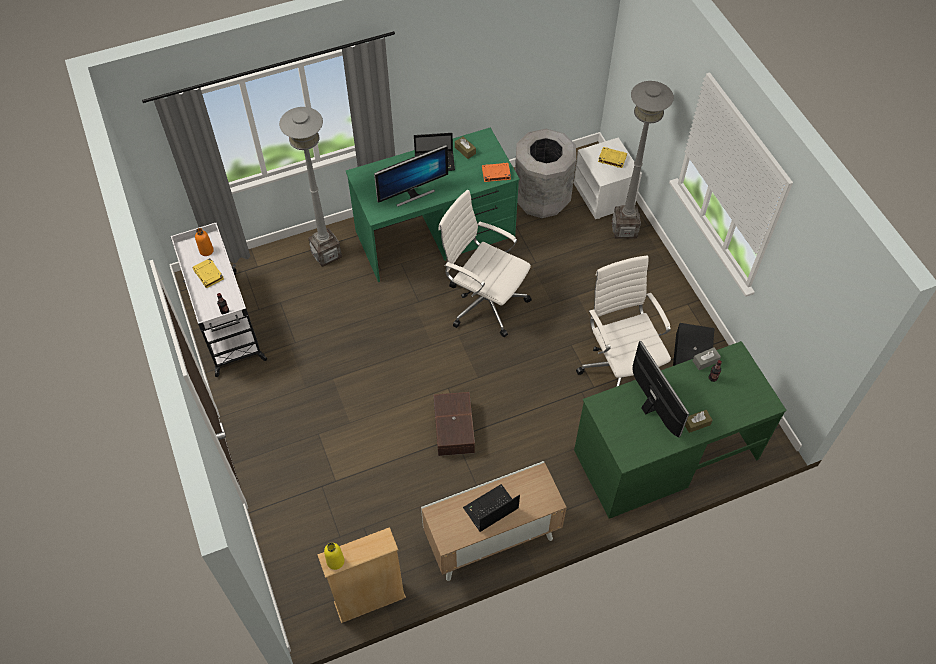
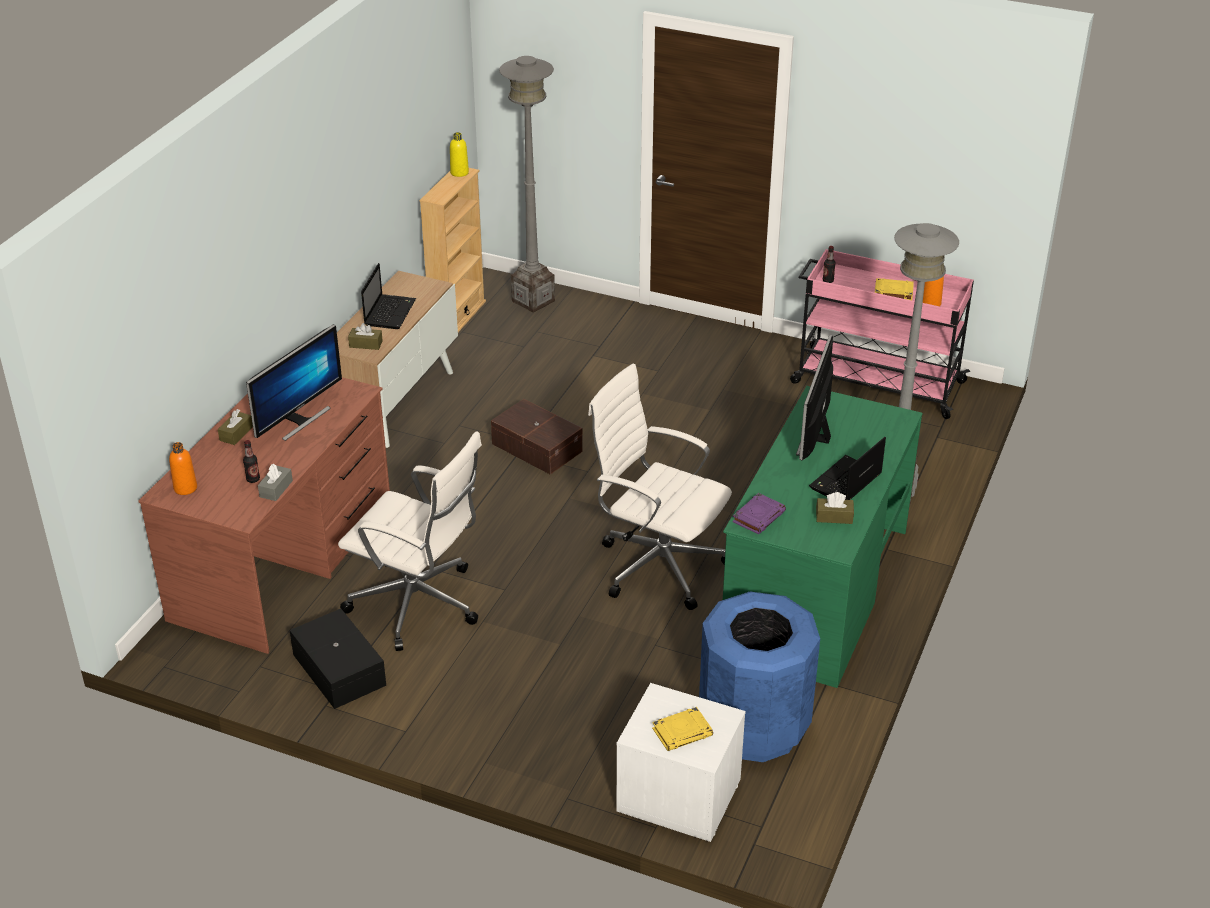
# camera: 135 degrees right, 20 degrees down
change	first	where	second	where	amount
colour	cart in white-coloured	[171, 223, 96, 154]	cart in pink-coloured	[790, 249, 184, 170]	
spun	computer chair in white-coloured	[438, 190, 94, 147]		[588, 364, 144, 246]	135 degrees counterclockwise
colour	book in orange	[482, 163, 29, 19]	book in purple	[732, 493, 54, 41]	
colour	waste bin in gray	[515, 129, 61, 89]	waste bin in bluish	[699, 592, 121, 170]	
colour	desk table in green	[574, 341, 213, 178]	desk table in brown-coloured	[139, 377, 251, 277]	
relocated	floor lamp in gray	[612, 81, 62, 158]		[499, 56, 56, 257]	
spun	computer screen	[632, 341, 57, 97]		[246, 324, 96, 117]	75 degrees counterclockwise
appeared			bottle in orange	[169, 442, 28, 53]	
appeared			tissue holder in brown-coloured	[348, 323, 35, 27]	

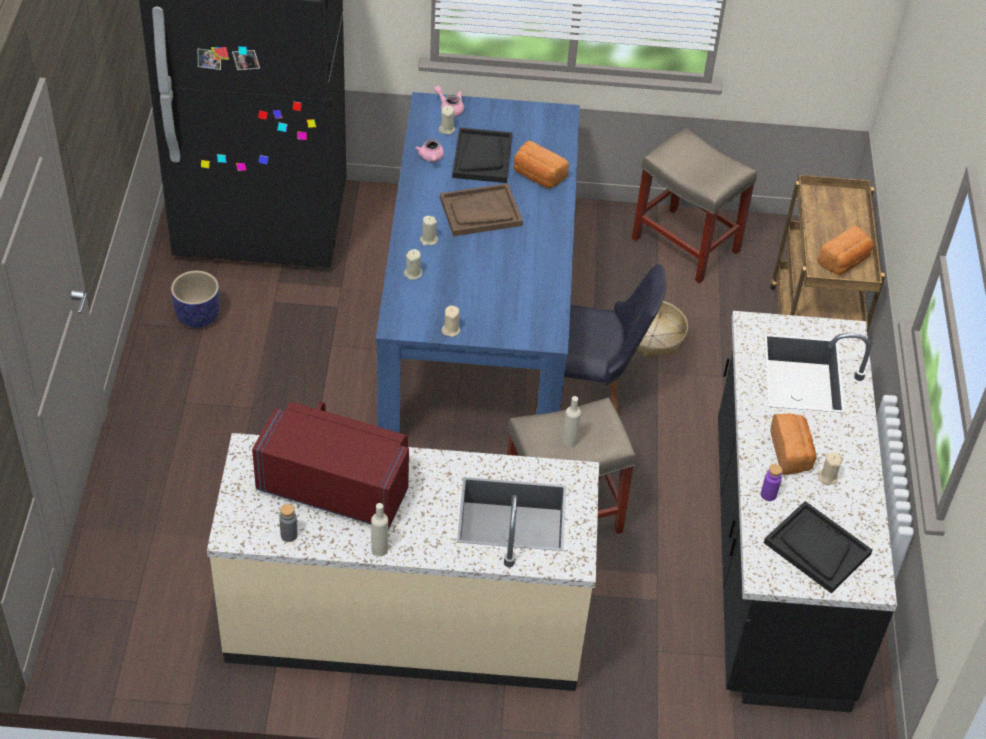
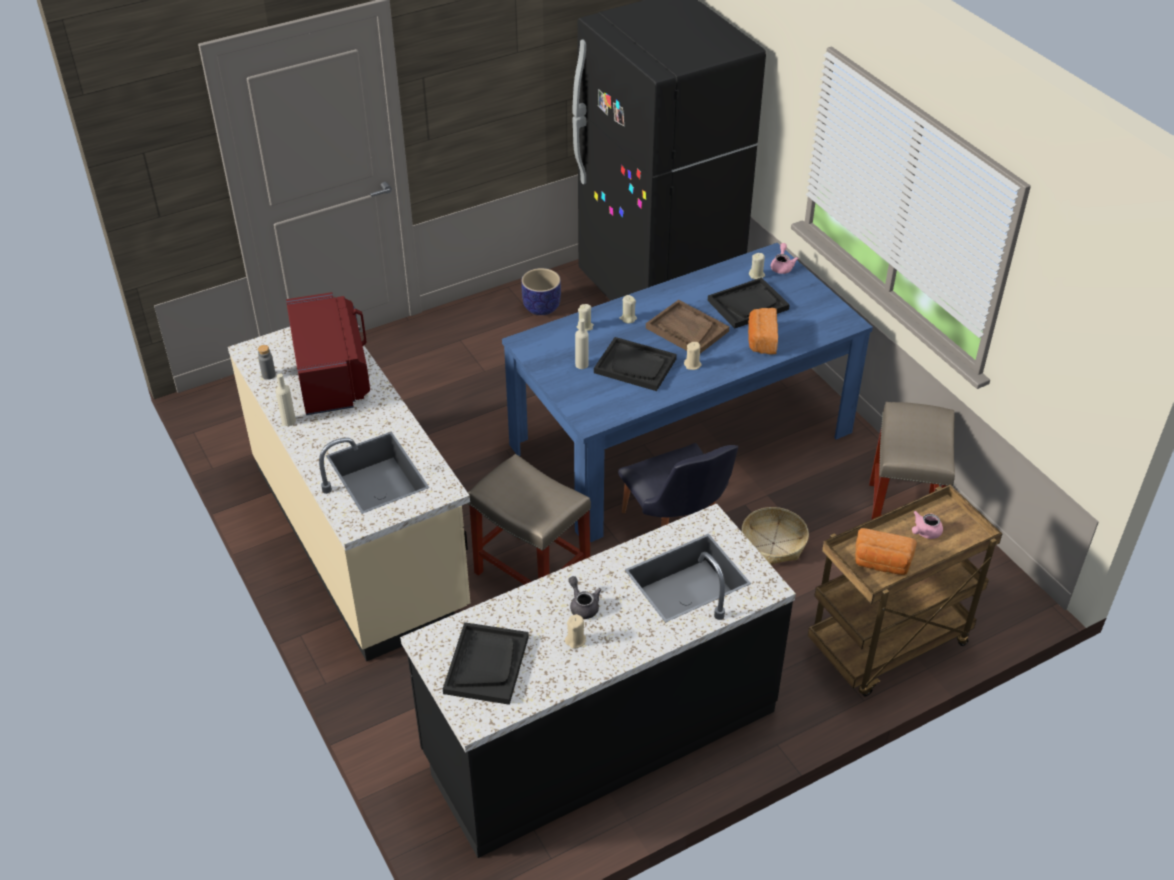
# camera: 60 degrees right, 5 degrees down
change	first	where	second	where	amount
relocated	pot for tea in pink-coloured	[415, 139, 29, 23]		[912, 511, 31, 28]	
relocated	candle in sand-coloured	[442, 306, 18, 31]		[684, 342, 18, 28]	
relocated	bottle in sand-coloured	[562, 396, 19, 51]		[575, 318, 13, 51]	
missing	bottle in purple	[761, 464, 21, 37]			
exchanged	baked bread	[770, 413, 47, 62]	pot for tea in gray	[569, 576, 32, 43]	
appeared			serving tray in blackish	[594, 337, 83, 54]	

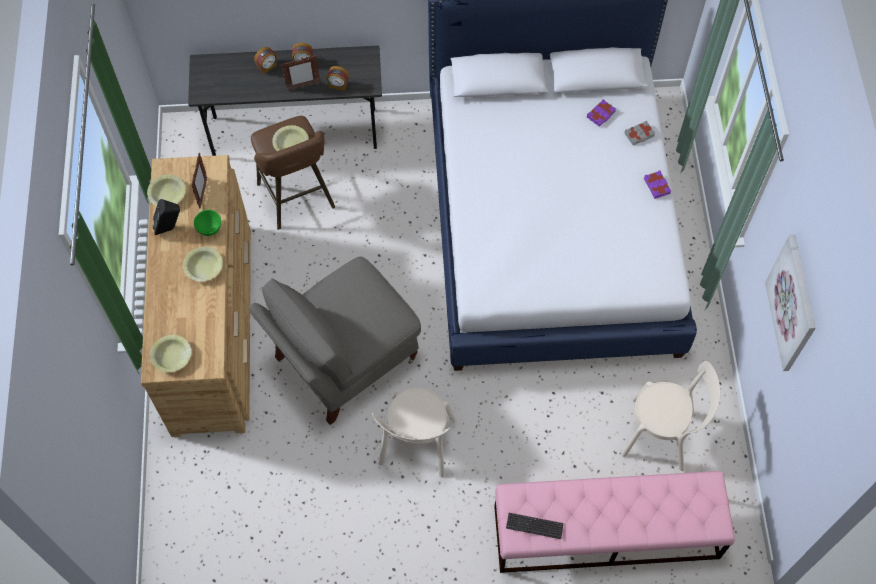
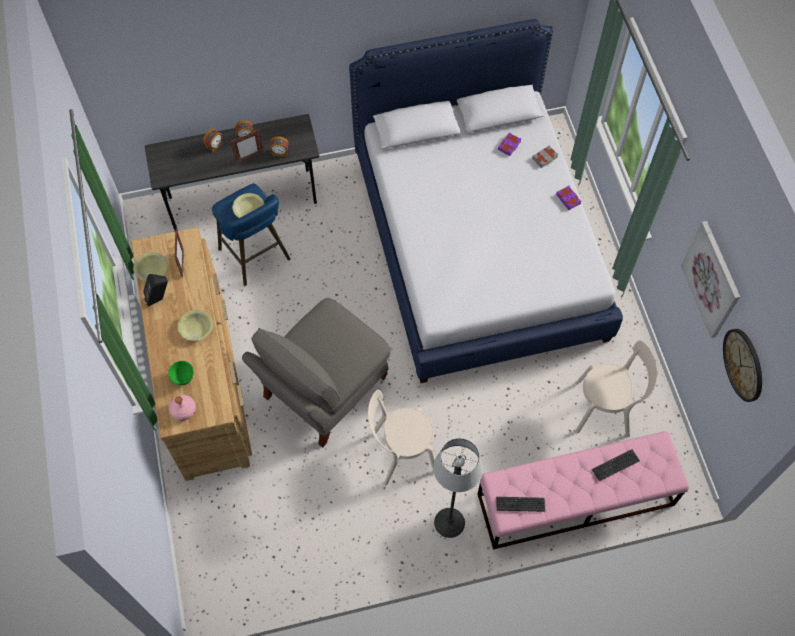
# camera: 10 degrees left, 0 degrees up
change	first	where	second	where	amount
exchanged	deep dish in yellowish	[150, 335, 41, 37]	bottle in pink-coloured	[169, 395, 27, 26]	
relocated	deep dish in green	[194, 210, 27, 26]		[168, 361, 26, 24]	
colour	stool seat in brown-coloured	[251, 116, 84, 113]	stool seat in bluish	[212, 184, 78, 102]	
spun	chair in sand-coloured	[372, 388, 83, 90]		[368, 390, 67, 95]	75 degrees clockwise
appeared			floor lamp	[433, 438, 50, 100]	
appeared			keyboard	[592, 449, 48, 32]	
appeared			clock on the wall	[723, 329, 39, 73]	

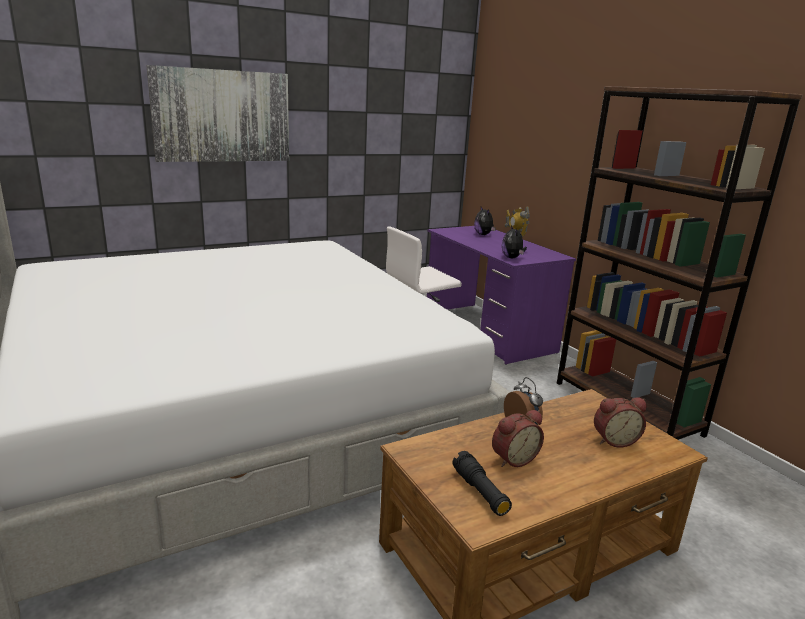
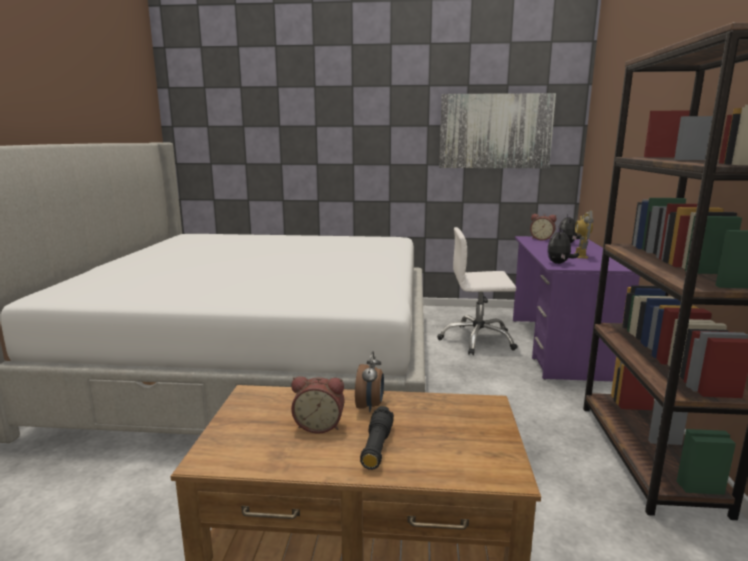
# camera: 35 degrees right, 5 degrees down
change	first	where	second	where	amount
relocated	picture	[146, 65, 143, 97]		[439, 93, 117, 75]	
relocated	hand torch in blackish	[452, 451, 60, 65]		[360, 406, 34, 64]	
relocated	bedside clock	[594, 398, 52, 50]		[530, 214, 27, 26]	

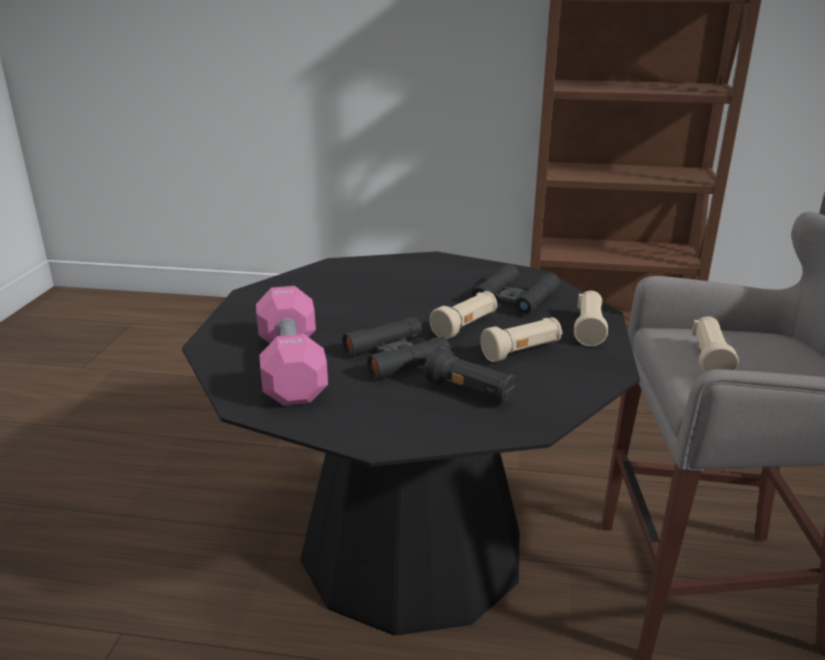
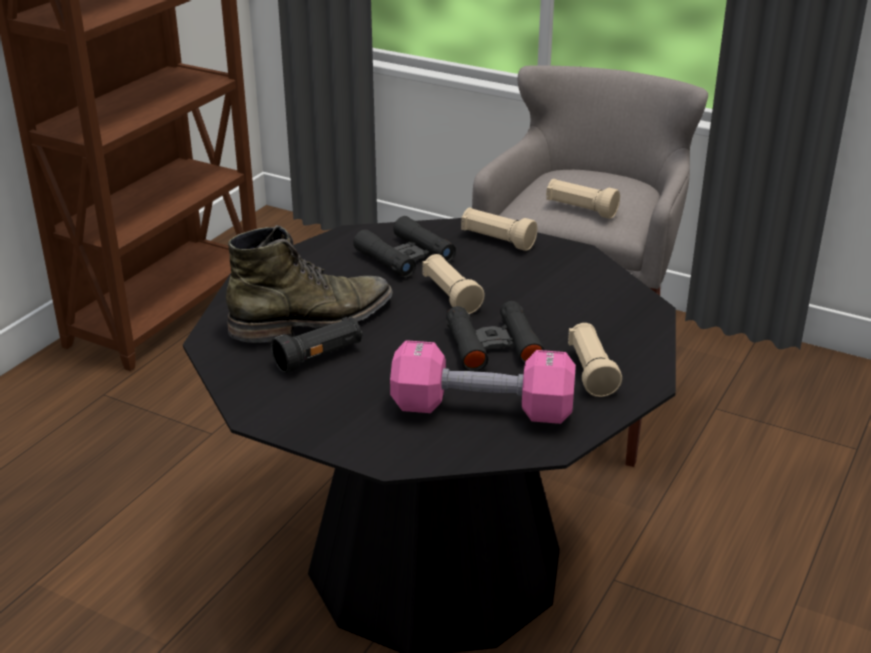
# camera: 70 degrees left, 5 degrees up
change	first	where	second	where	amount
relocated	hand torch in blackish	[425, 347, 91, 56]		[271, 317, 92, 56]	
relocated	hand torch in sand-coloured	[480, 317, 82, 45]		[568, 323, 54, 74]	
appeared			boot in green	[226, 225, 167, 118]	

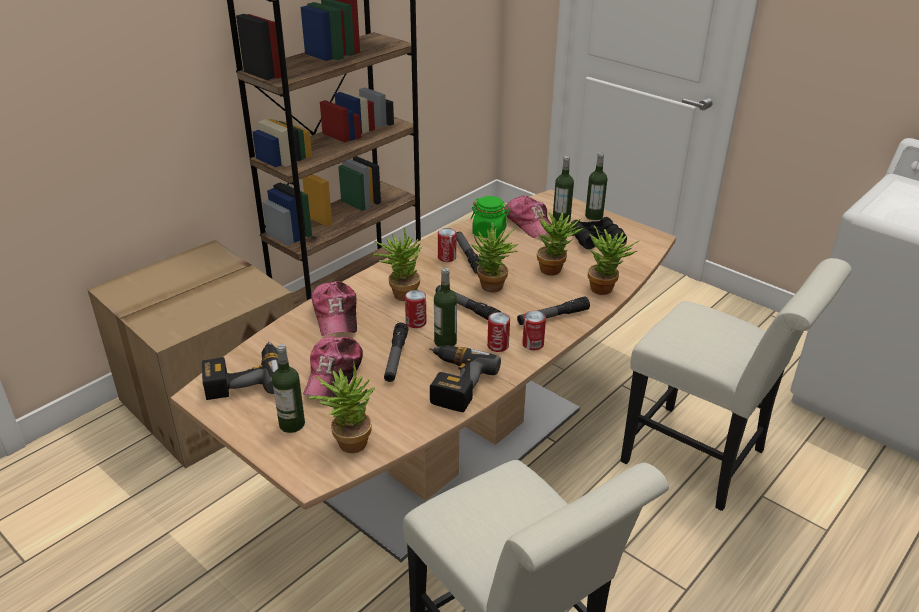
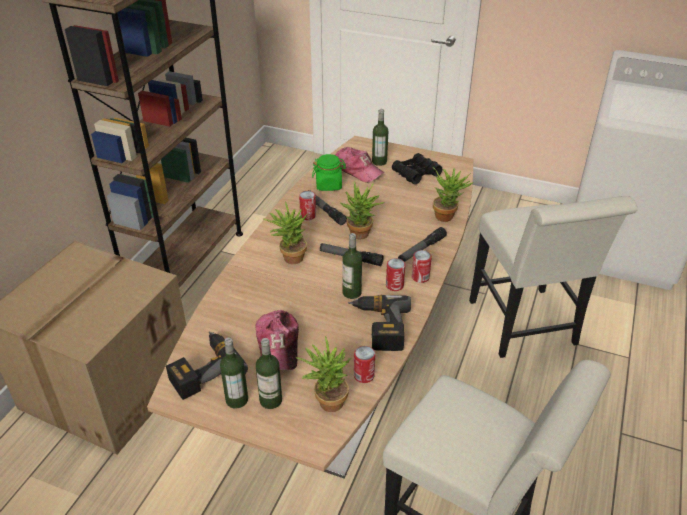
# camera: 20 degrees left, 5 degrees up
change	first	where	second	where	amount
missing	peaked cap	[311, 281, 46, 55]			
missing	hand torch	[384, 323, 24, 59]			
relocated	sealed can	[405, 290, 22, 38]		[354, 346, 21, 37]	
missing	plant in a pot	[537, 211, 47, 65]			
relocated	bottle	[585, 152, 22, 68]		[220, 337, 28, 71]	
spun	chair in white-coloured	[620, 258, 232, 253]		[469, 196, 168, 162]	60 degrees clockwise

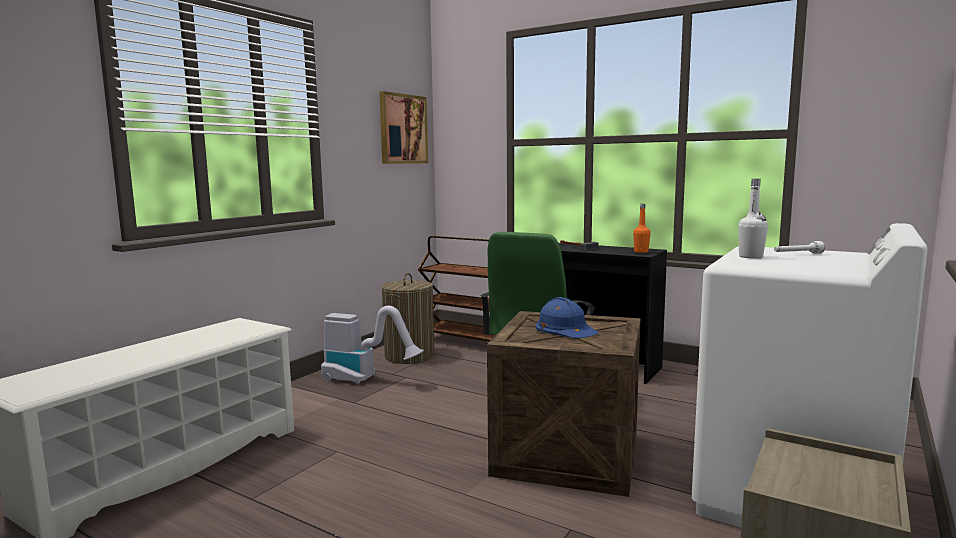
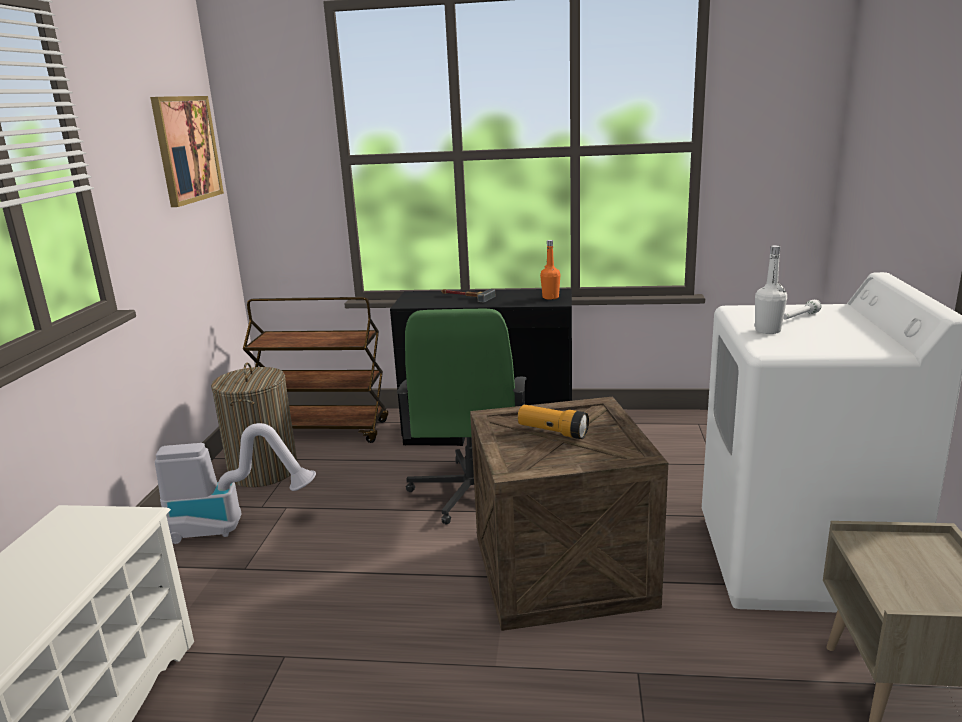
# camera: 25 degrees left, 10 degrees up
change	first	where	second	where	amount
exchanged	safety helmet in bluish	[536, 297, 62, 41]	hand torch	[518, 405, 71, 34]	

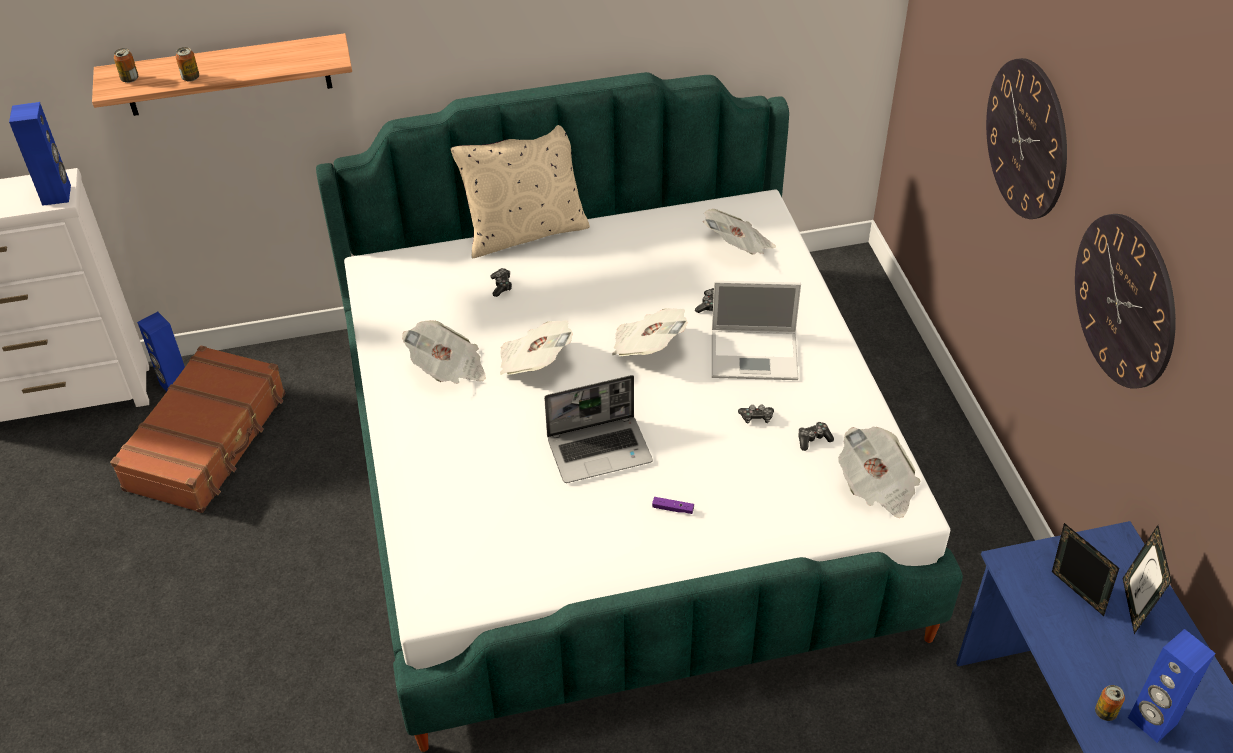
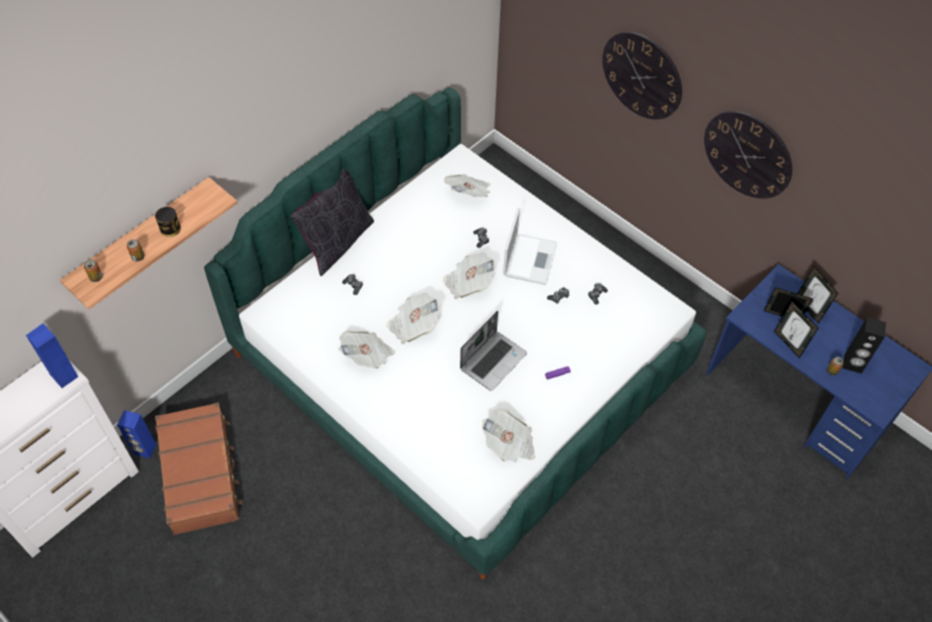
# camera: 35 degrees left, 10 degrees up
change	first	where	second	where	amount
colour	pillow in sand-coloured	[451, 125, 139, 134]	pillow in blackish	[291, 169, 83, 107]	
spun	notebook computer	[712, 281, 89, 99]		[503, 208, 54, 77]	45 degrees counterclockwise
relocated	daily paper	[838, 427, 82, 91]		[482, 409, 53, 53]	
colour	audio speaker in bluish	[1128, 629, 88, 114]	audio speaker in blackish	[843, 317, 43, 57]	
appeared			sealed can	[155, 207, 26, 30]	
appeared			photo frame	[774, 301, 45, 57]	

